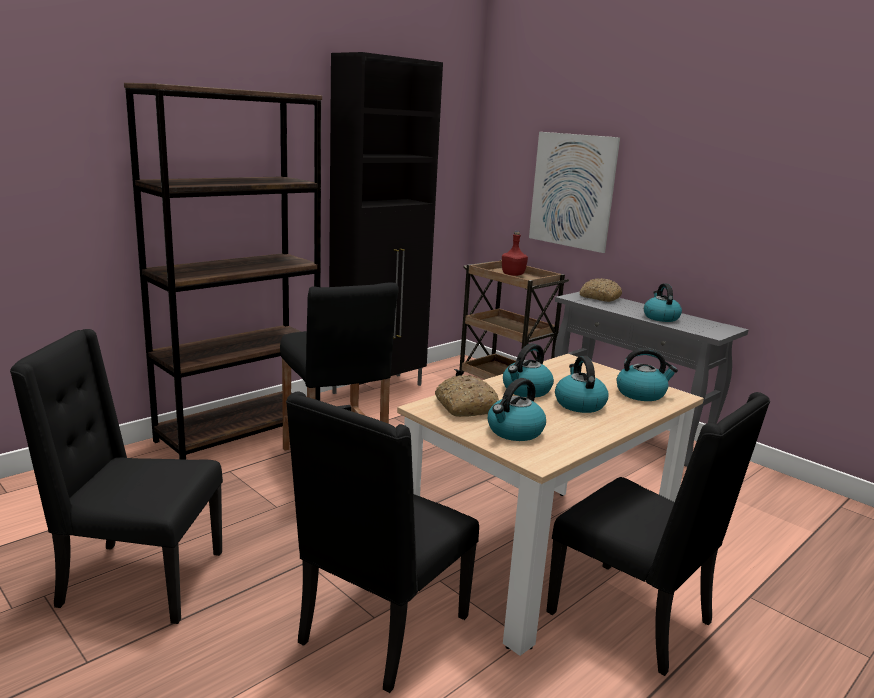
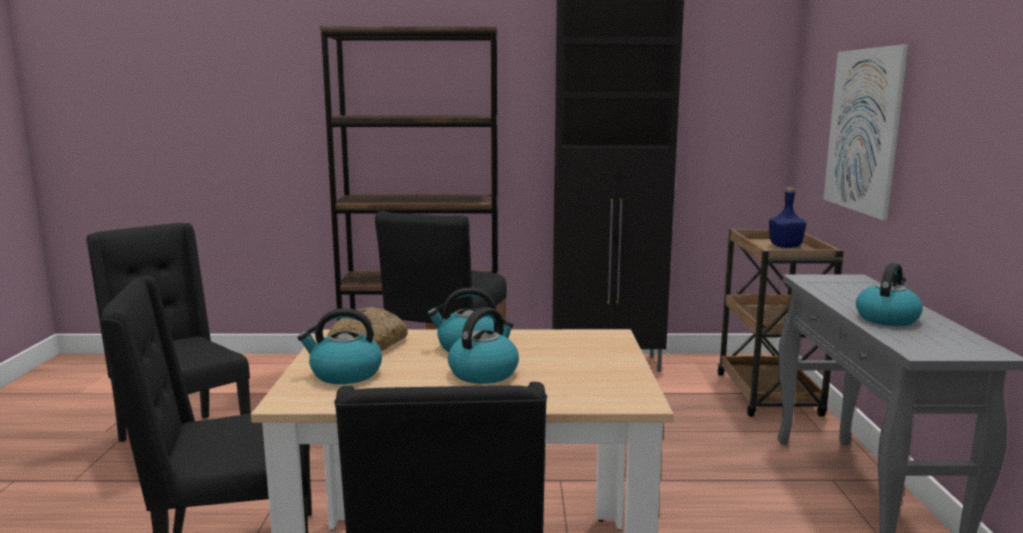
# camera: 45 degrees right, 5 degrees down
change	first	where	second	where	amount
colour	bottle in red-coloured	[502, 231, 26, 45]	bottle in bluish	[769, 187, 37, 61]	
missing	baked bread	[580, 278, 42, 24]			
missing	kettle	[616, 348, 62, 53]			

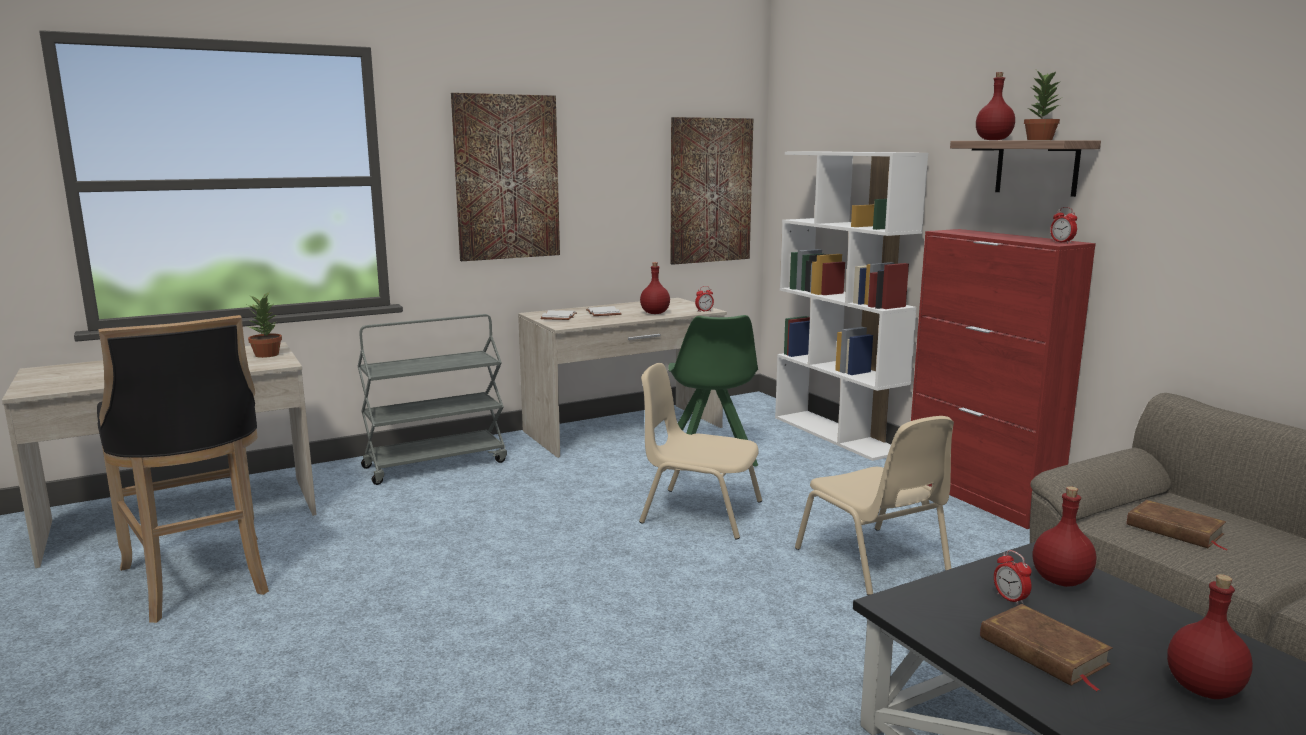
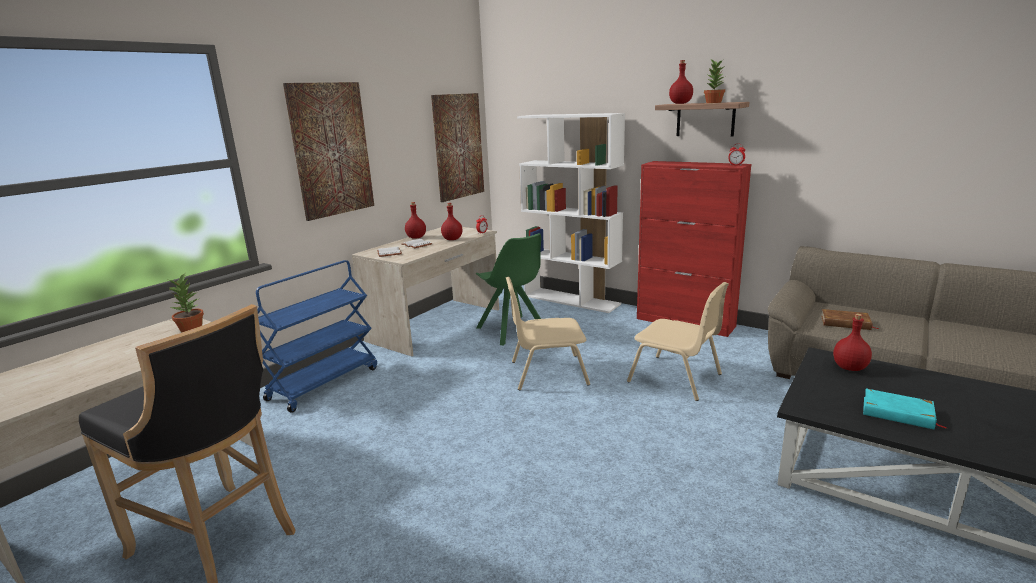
# camera: 25 degrees left, 5 degrees up
change	first	where	second	where	amount
colour	cart in gray	[358, 314, 149, 171]	cart in bluish	[256, 260, 121, 153]	
colour	book in brown-coloured	[980, 604, 133, 87]	book in blue-green	[863, 389, 85, 40]	
missing	bedside clock	[994, 550, 38, 56]			
relocated	bottle in red-coloured	[1167, 574, 86, 125]		[405, 202, 21, 37]	

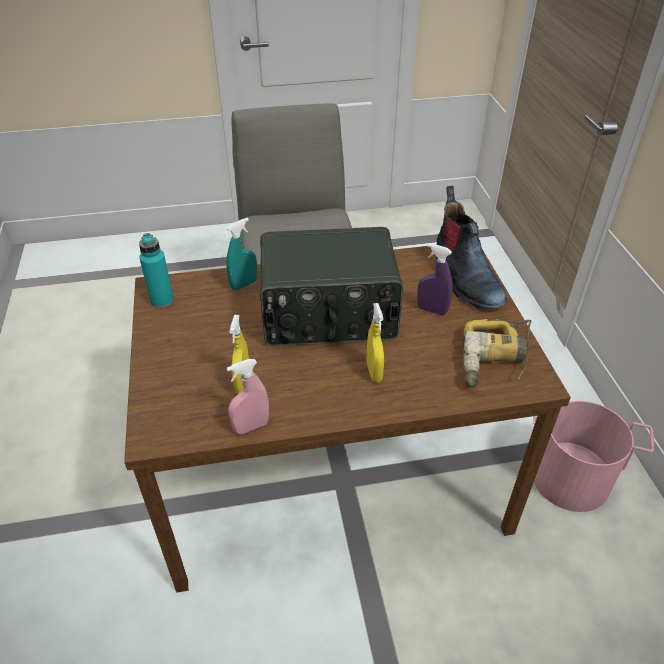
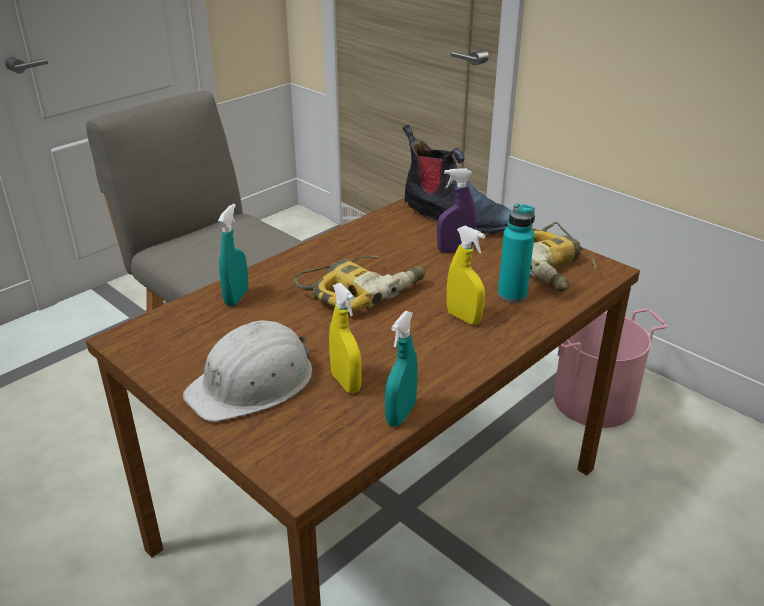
# camera: 35 degrees left, 10 degrees down
change	first	where	second	where	amount
relocated	bottle in blue-green	[139, 233, 35, 75]		[498, 204, 37, 99]	
colour	sprayer in pink-coloured	[226, 359, 43, 75]	sprayer in blue-green	[385, 311, 33, 116]	
exchanged	radio set	[260, 227, 143, 119]	electric drill	[293, 256, 133, 55]	
appeared			safety helmet in white-coloured	[183, 320, 129, 102]	

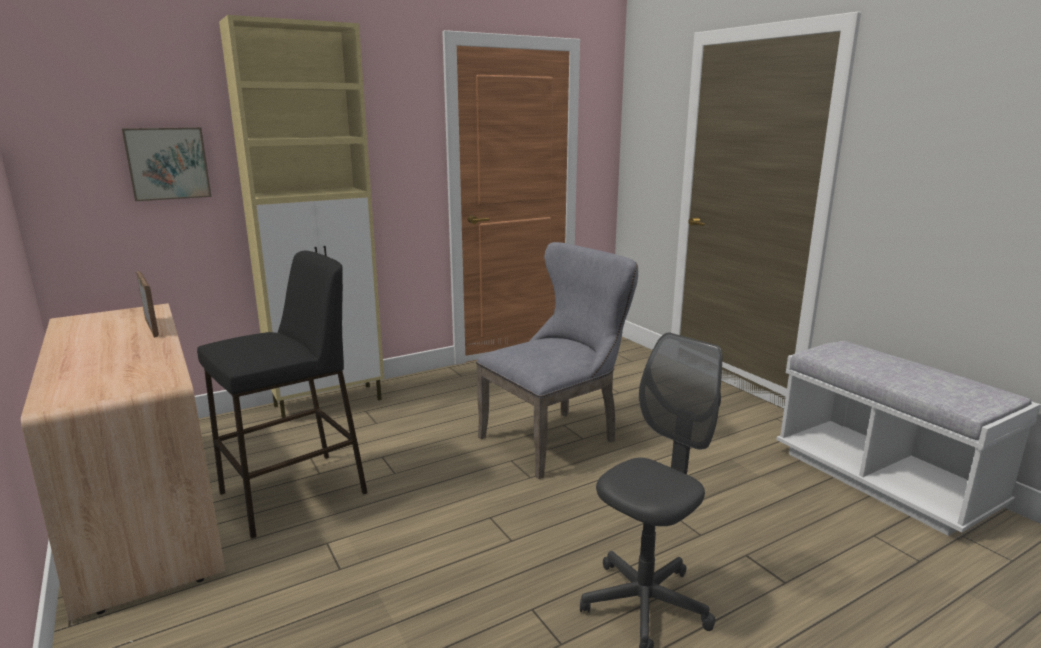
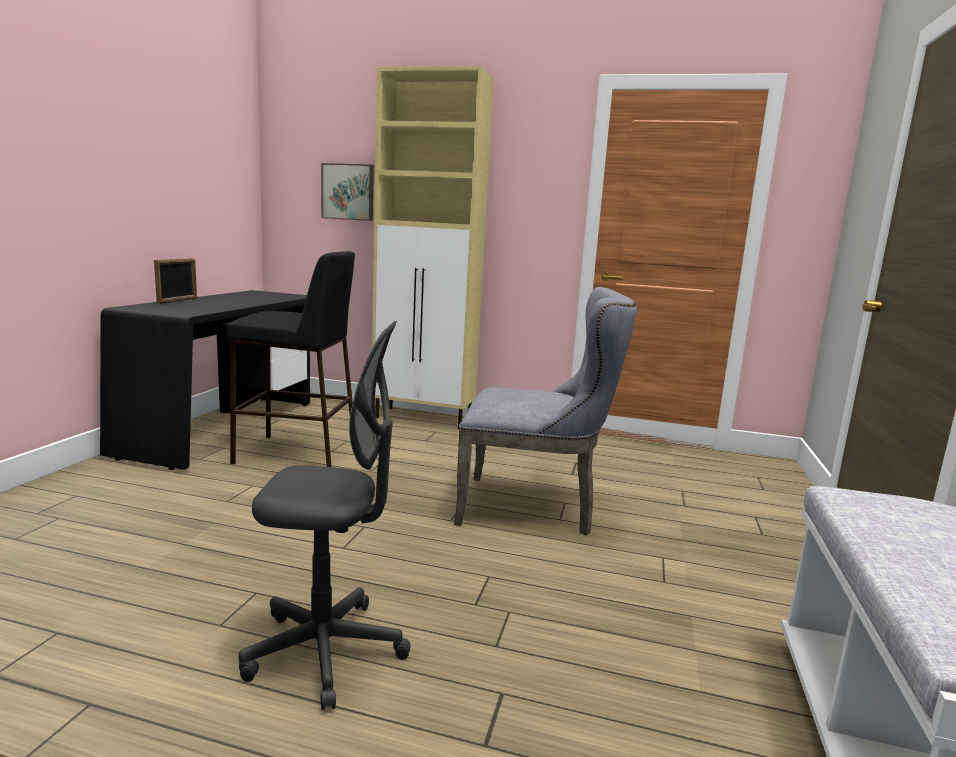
# camera: 45 degrees right, 5 degrees down
change	first	where	second	where	amount
colour	desk table in sand-coloured	[21, 303, 204, 318]	desk table in blackish	[100, 290, 210, 180]	
relocated	photo frame	[136, 271, 23, 67]		[154, 258, 43, 46]	

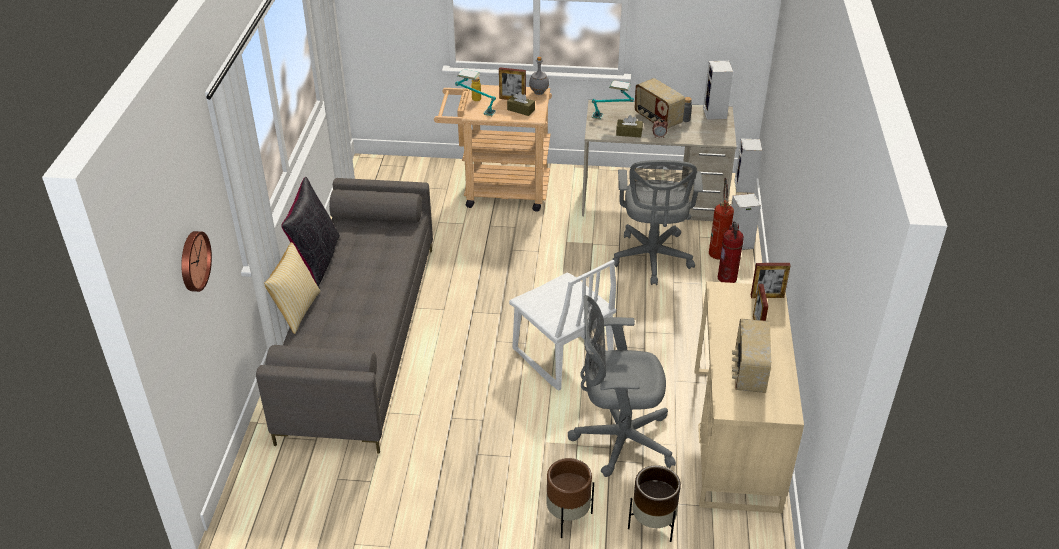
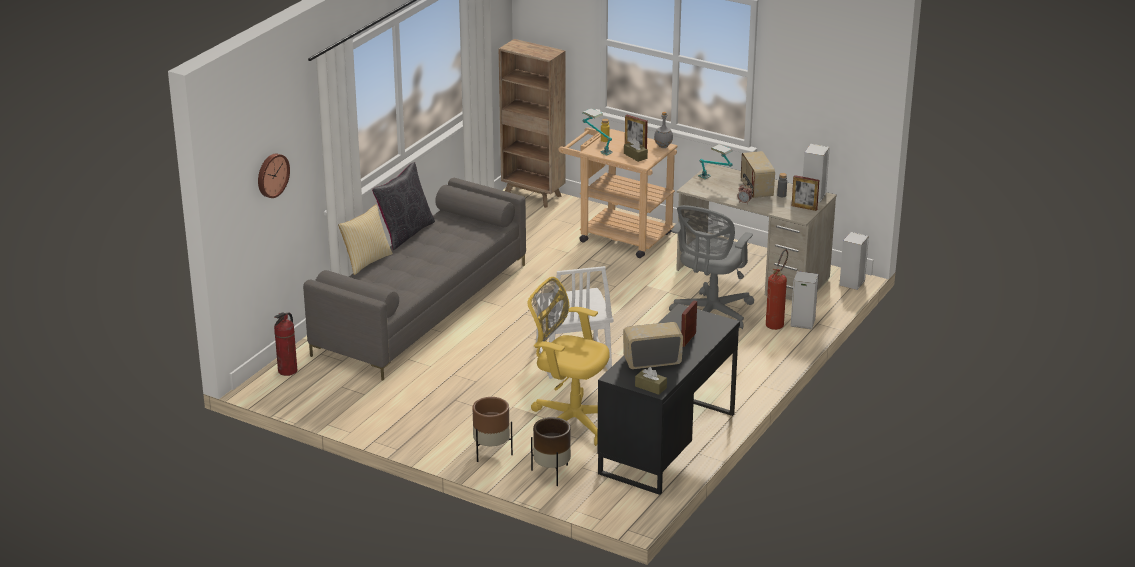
# camera: 25 degrees right, 10 degrees down
change	first	where	second	where	amount
colour	computer chair in gray	[568, 295, 108, 182]	computer chair in yellowish	[528, 277, 82, 169]	
relocated	tissue holder in brown-coloured	[616, 115, 27, 23]		[635, 367, 32, 28]	
colour	desk table in sand-coloured	[695, 281, 109, 232]	desk table in blackish	[597, 304, 143, 191]	
relocated	extinguisher	[718, 221, 26, 62]		[274, 312, 23, 64]	
spun	radio set	[732, 318, 39, 75]		[623, 322, 60, 47]	45 degrees clockwise
relocated	photo frame	[751, 263, 40, 35]		[792, 175, 27, 36]	
appeared			bookshelf in brown-coloured	[499, 39, 67, 169]	

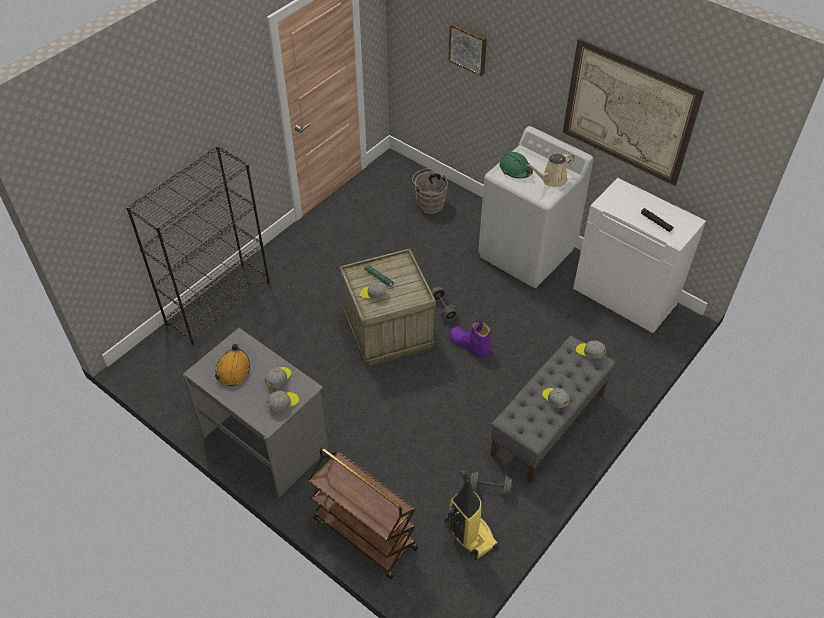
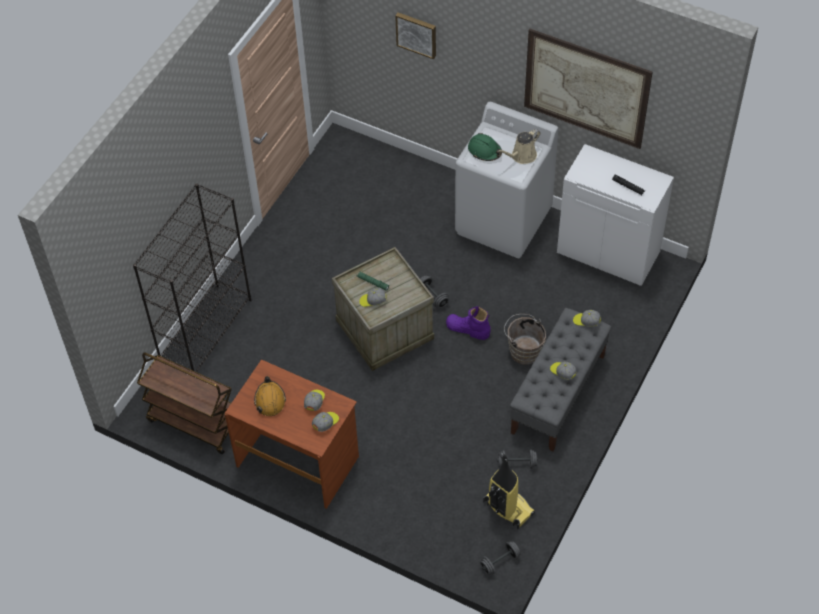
# camera: 10 degrees left, 5 degrees up
change	first	where	second	where	amount
colour	desk table in gray	[183, 328, 145, 170]	desk table in brown-coloured	[225, 360, 134, 149]	
relocated	cart in brown-coloured	[308, 448, 110, 131]		[137, 352, 95, 102]	
relocated	bucket in brown-coloured	[412, 169, 36, 45]		[504, 314, 42, 51]	
appeared			hand weight in gray	[480, 541, 41, 34]	

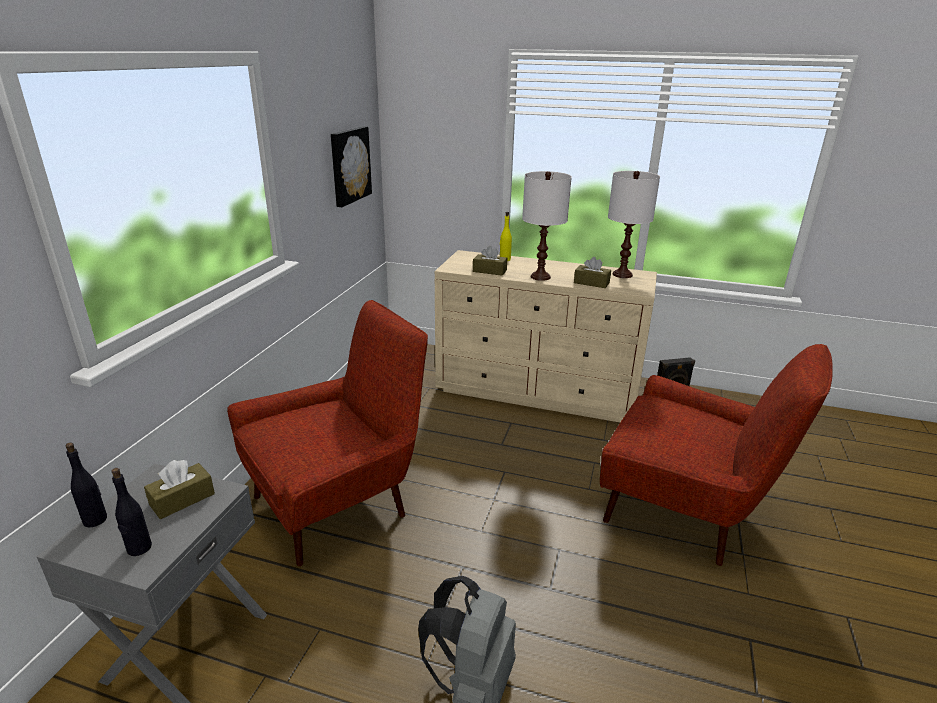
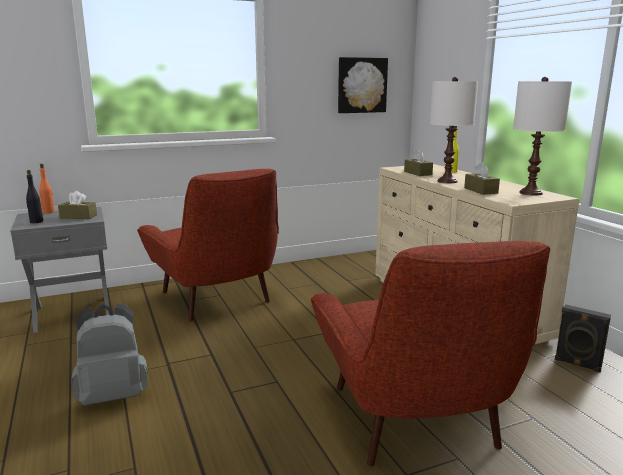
# camera: 50 degrees right, 10 degrees down
change	first	where	second	where	amount
colour	bottle in blackish	[65, 443, 42, 84]	bottle in orange	[39, 164, 16, 50]	
spun	easy chair in red-coloured	[227, 300, 201, 266]		[137, 169, 142, 152]	45 degrees clockwise

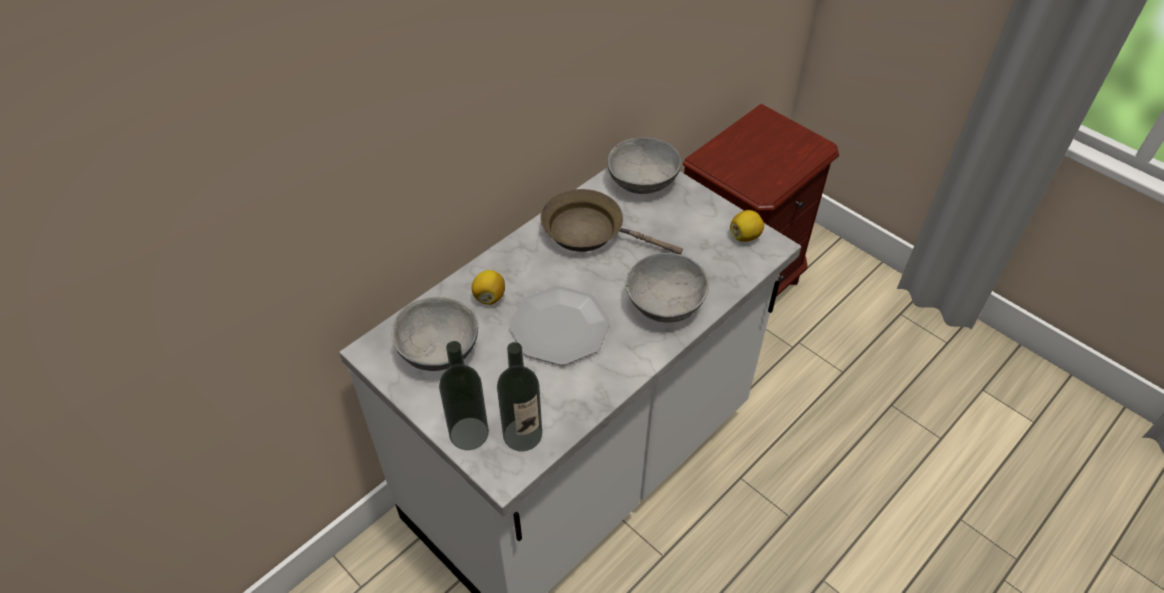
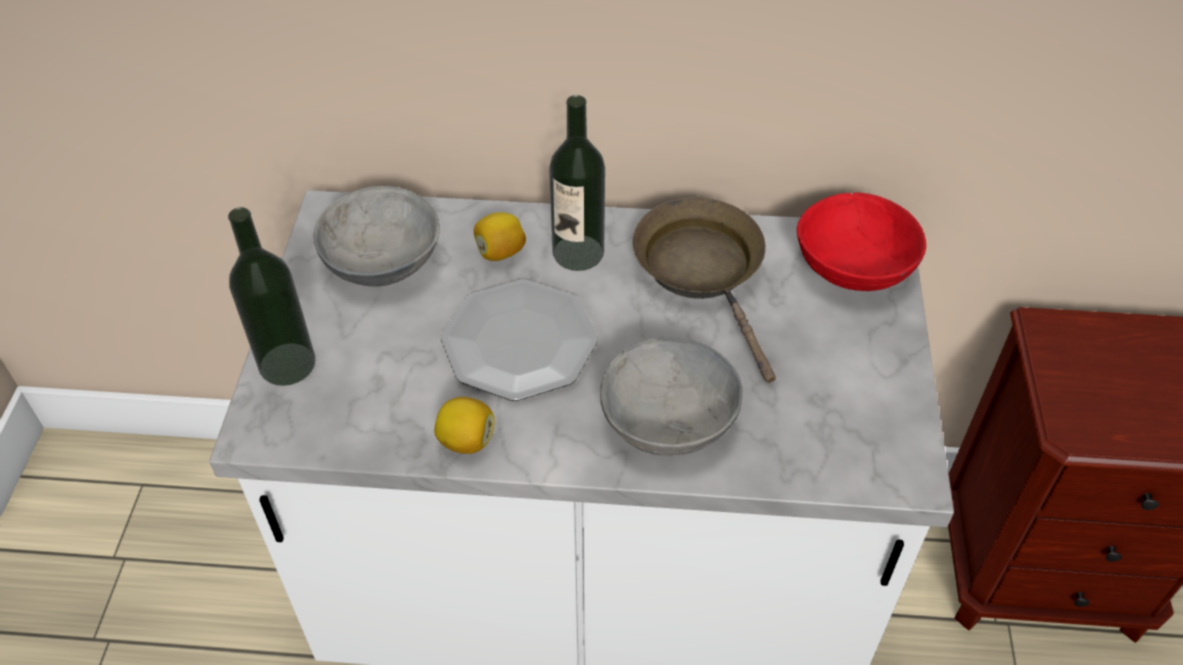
# camera: 50 degrees right, 0 degrees up
change	first	where	second	where	amount
relocated	bottle	[497, 342, 45, 109]		[549, 95, 56, 176]	
colour	deep dish in gray	[607, 137, 74, 57]	deep dish in red-coloured	[797, 192, 129, 99]	
relocated	lemon	[730, 210, 34, 32]		[434, 397, 61, 57]	

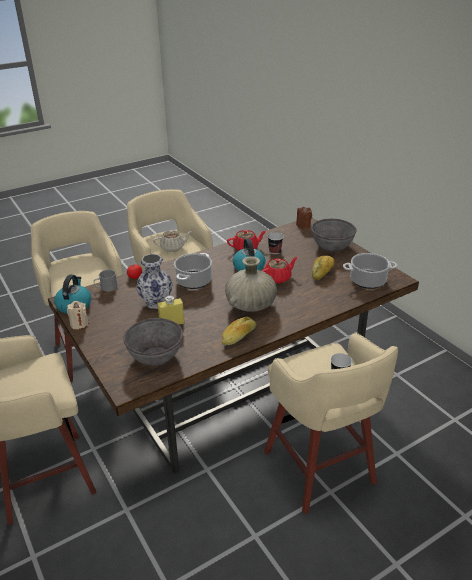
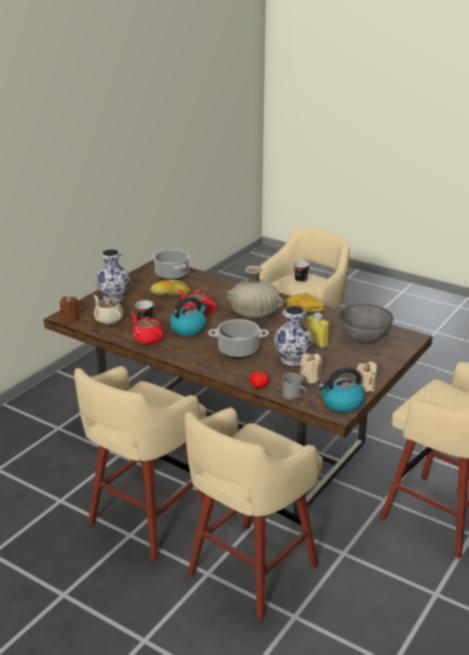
# camera: 115 degrees left, 5 degrees down
change	first	where	second	where	amount
relocated	pot for tea in sand-coloured	[153, 230, 39, 22]		[94, 295, 29, 30]	
exchanged	deep dish in gray	[311, 219, 46, 33]	vase	[95, 249, 35, 52]	
appeared			candle in sand-coloured	[300, 353, 22, 30]	

